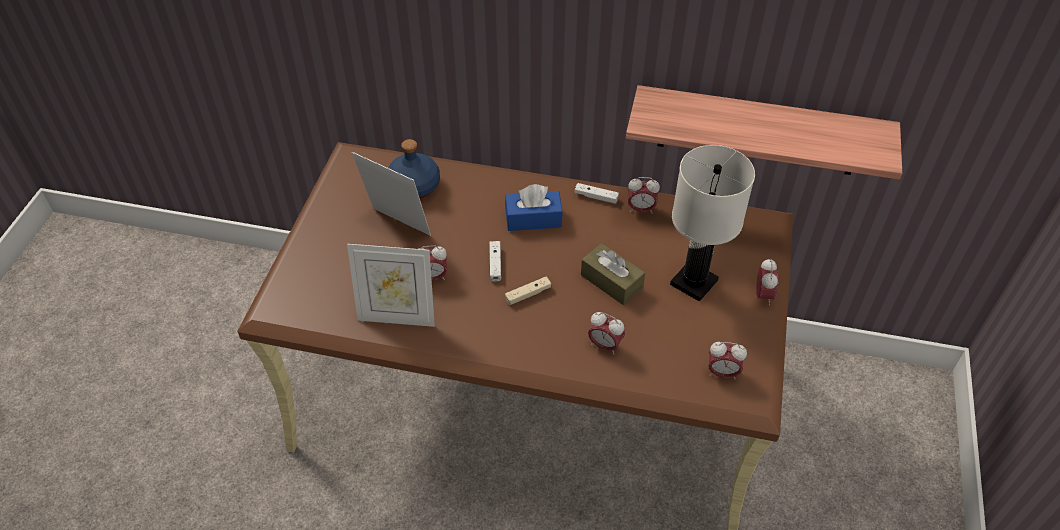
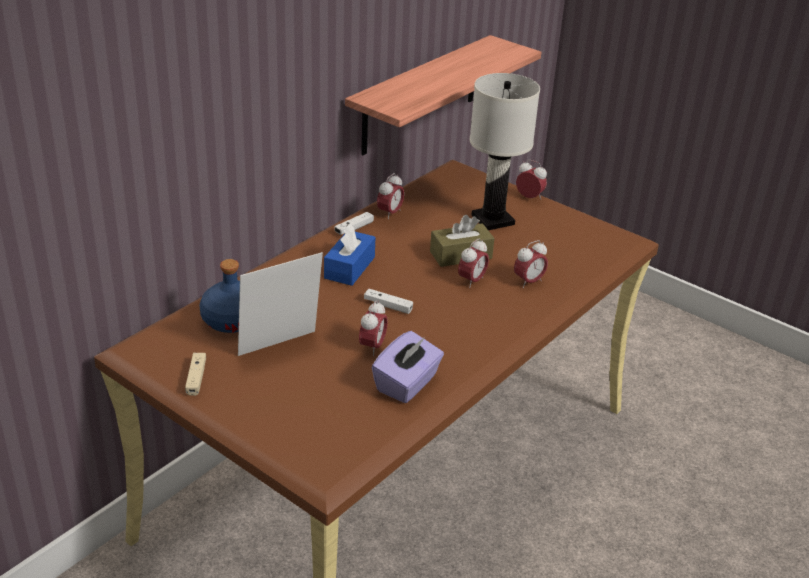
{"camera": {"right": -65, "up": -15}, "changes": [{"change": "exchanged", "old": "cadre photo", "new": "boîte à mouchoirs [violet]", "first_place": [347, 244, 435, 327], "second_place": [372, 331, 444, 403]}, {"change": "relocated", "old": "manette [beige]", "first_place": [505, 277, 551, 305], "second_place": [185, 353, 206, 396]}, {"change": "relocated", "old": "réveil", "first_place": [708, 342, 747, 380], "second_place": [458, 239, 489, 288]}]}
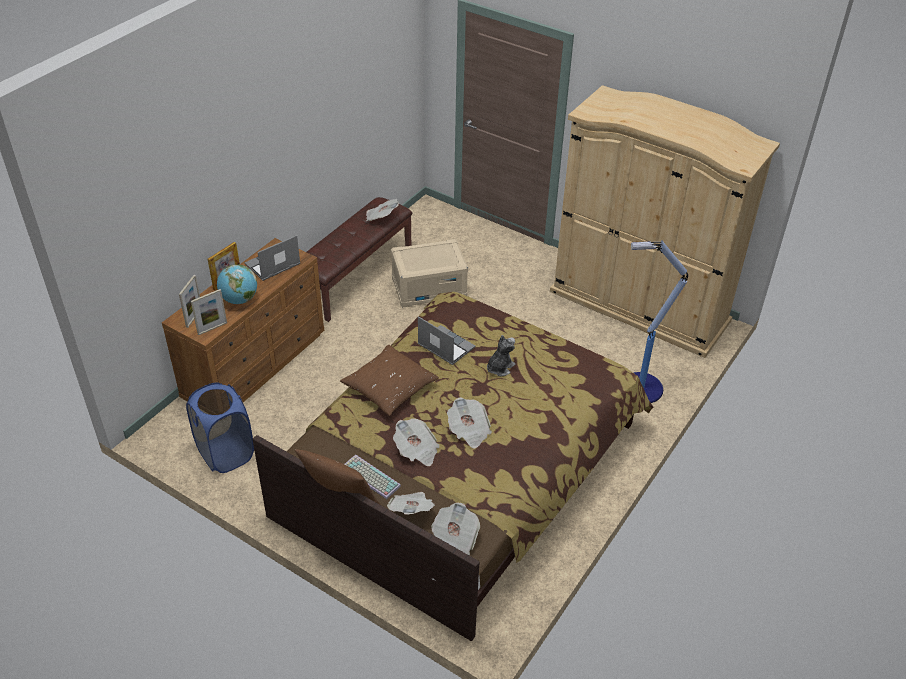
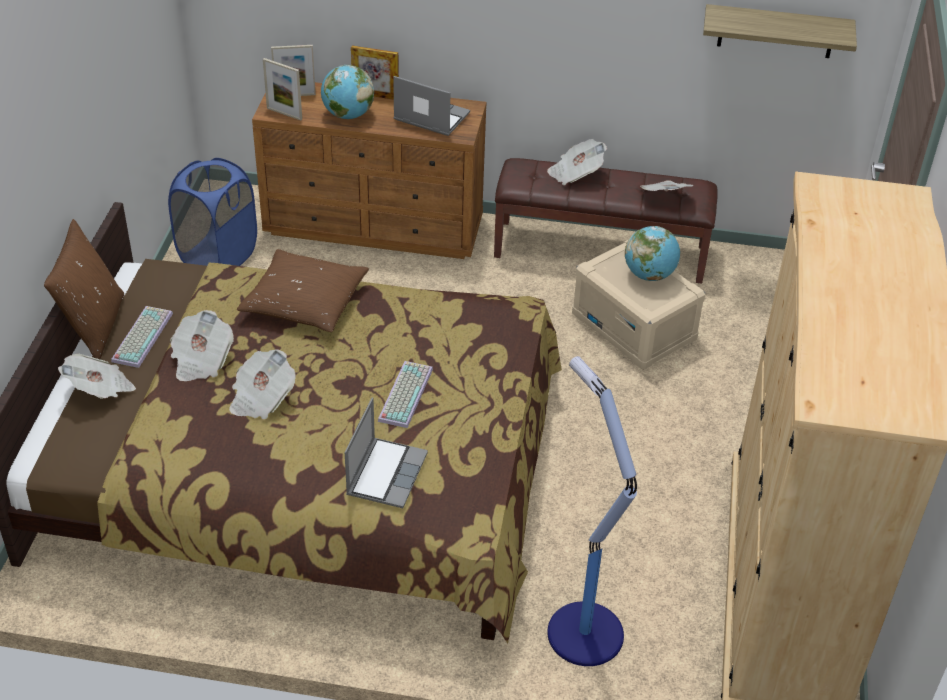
{"camera": {"right": 65, "up": 0}, "changes": [{"change": "relocated", "old": "ordinateur portable", "first_place": [418, 316, 475, 365], "second_place": [345, 397, 428, 508]}, {"change": "relocated", "old": "journal", "first_place": [431, 503, 480, 556], "second_place": [547, 139, 607, 185]}, {"change": "exchanged", "old": "peluche", "new": "clavier", "first_place": [487, 335, 515, 376], "second_place": [378, 361, 433, 428]}, {"change": "appeared", "new": "globe", "second_place": [625, 226, 680, 281]}, {"change": "appeared", "new": "étagère", "second_place": [703, 4, 857, 58]}]}
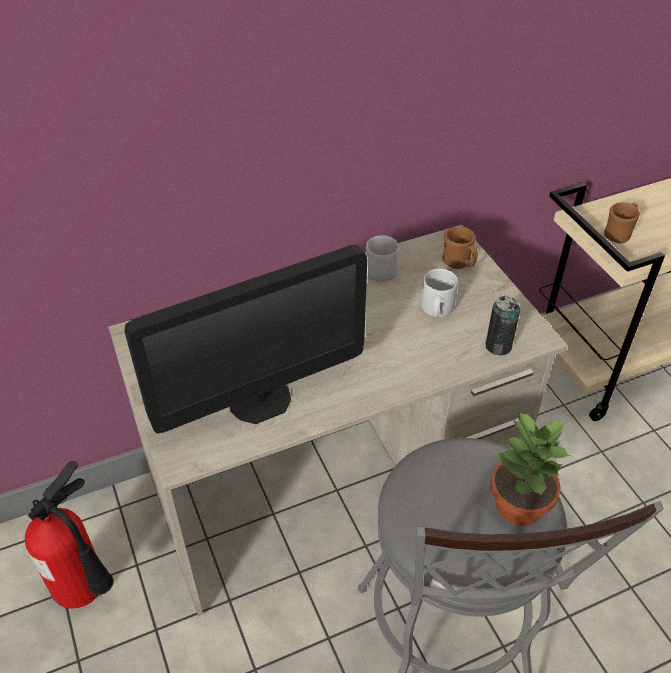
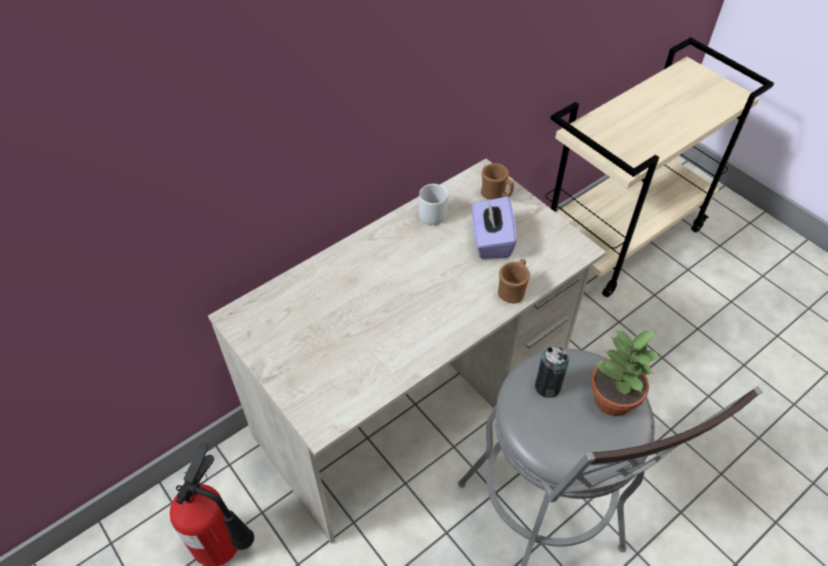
{"camera": {"right": -15, "up": 5}, "changes": [{"change": "missing", "old": "écran d'ordinateur", "first_place": [124, 245, 367, 434]}, {"change": "exchanged", "old": "mug [gris]", "new": "boîte à mouchoirs [violet]", "first_place": [421, 269, 458, 317], "second_place": [472, 197, 516, 258]}, {"change": "relocated", "old": "boîte métallique", "first_place": [486, 296, 520, 356], "second_place": [535, 346, 569, 398]}, {"change": "relocated", "old": "mug [marron]", "first_place": [604, 202, 640, 243], "second_place": [498, 259, 530, 304]}]}
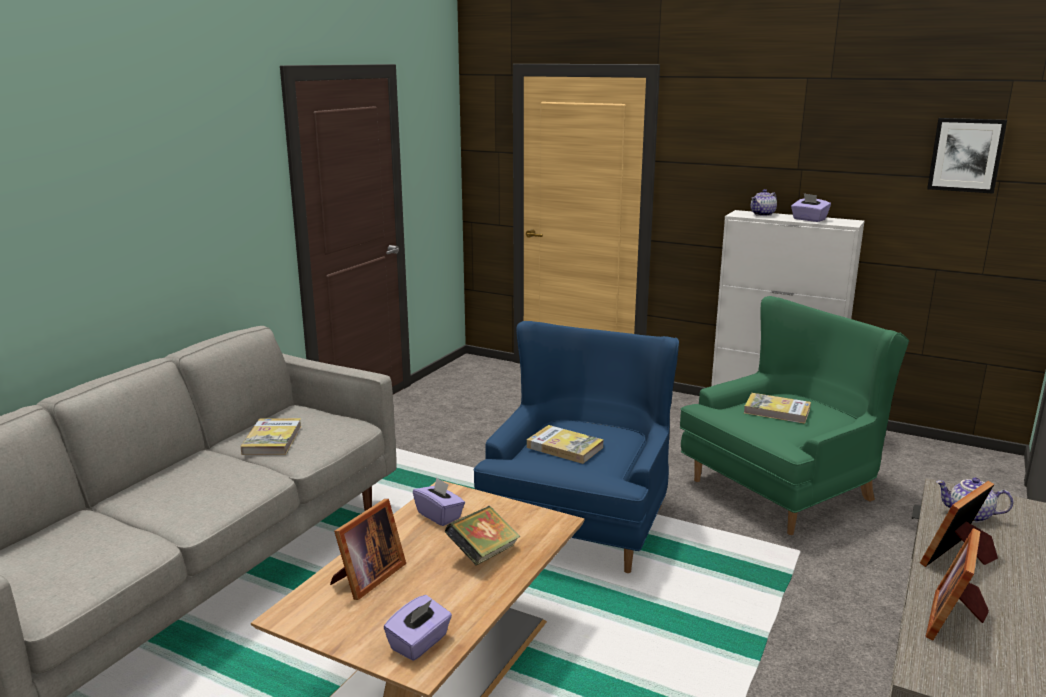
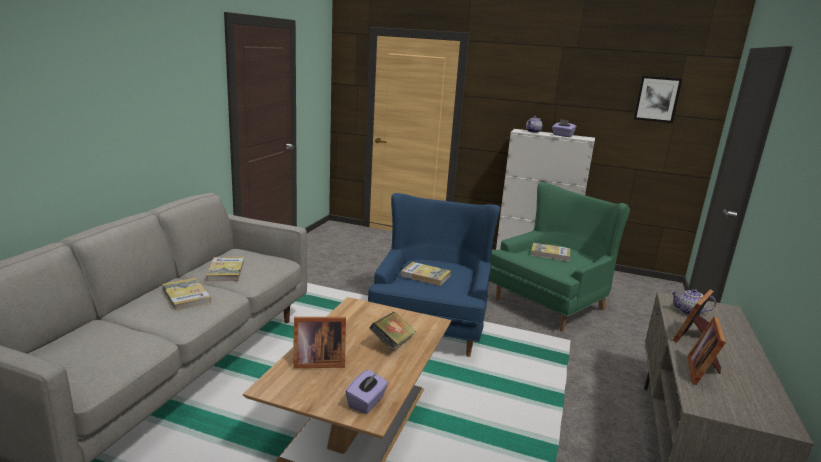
{"camera": {"right": -10, "up": 0}, "changes": [{"change": "spun", "old": "cadre photo", "first_place": [330, 499, 406, 600], "second_place": [293, 317, 346, 368], "degrees": 60}, {"change": "missing", "old": "boîte à mouchoirs [violet]", "first_place": [413, 477, 465, 526]}, {"change": "appeared", "new": "livre", "second_place": [162, 278, 211, 311]}]}
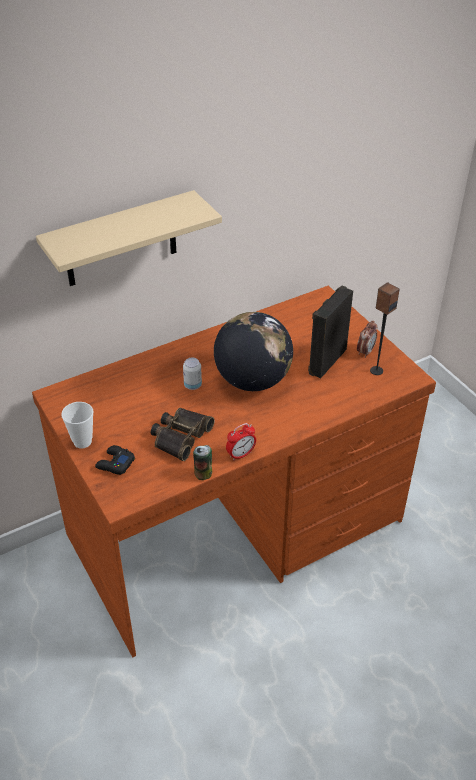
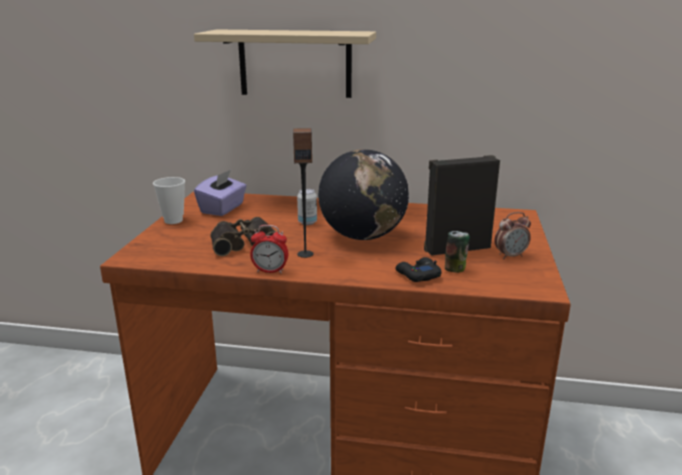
{"camera": {"right": 40, "up": -20}, "changes": [{"change": "relocated", "old": "manette [noir]", "first_place": [95, 445, 135, 475], "second_place": [395, 257, 442, 282]}, {"change": "relocated", "old": "boîte métallique", "first_place": [193, 445, 212, 480], "second_place": [445, 231, 470, 273]}, {"change": "relocated", "old": "enceinte", "first_place": [370, 282, 400, 375], "second_place": [293, 128, 314, 258]}, {"change": "appeared", "new": "boîte à mouchoirs [violet]", "second_place": [194, 170, 247, 216]}]}
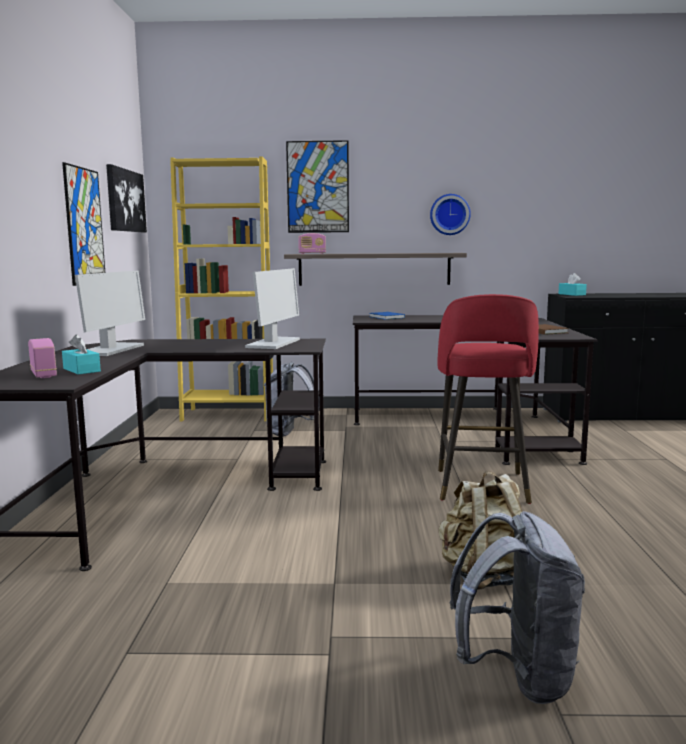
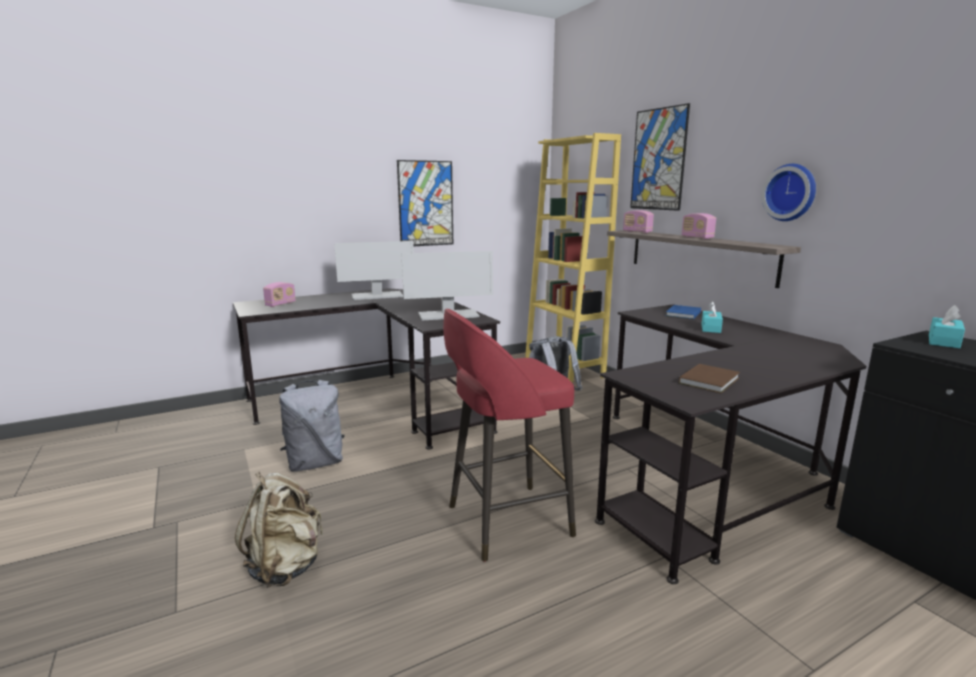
{"camera": {"right": 60, "up": 5}, "changes": [{"change": "relocated", "old": "boîte à mouchoirs [turquoise]", "first_place": [62, 334, 101, 375], "second_place": [702, 301, 723, 333]}, {"change": "missing", "old": "tableau", "first_place": [106, 164, 147, 232]}, {"change": "relocated", "old": "sac à dos [gris]", "first_place": [450, 511, 585, 704], "second_place": [279, 380, 345, 472]}, {"change": "appeared", "new": "radio", "second_place": [682, 213, 716, 239]}]}
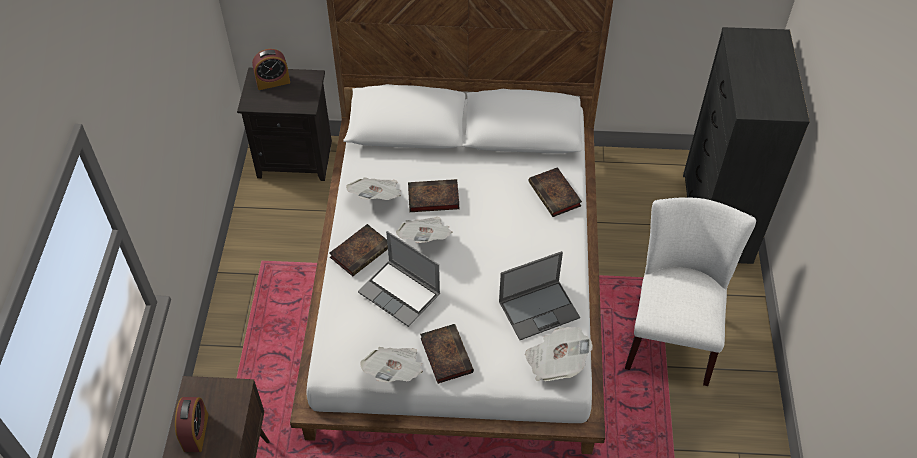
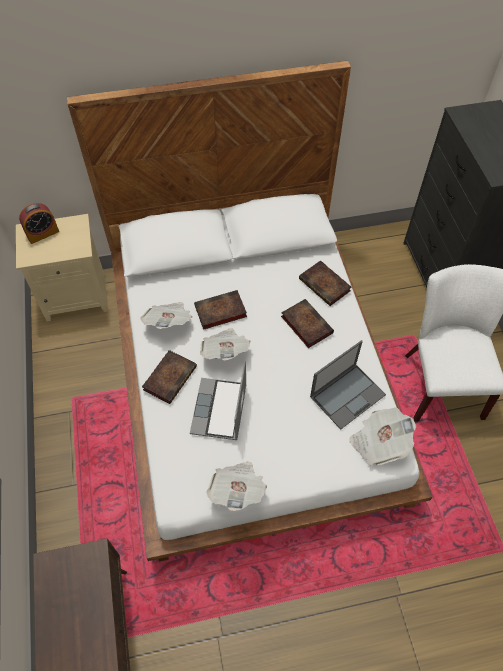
{"camera": {"right": -15, "up": 5}, "changes": [{"change": "missing", "old": "réveil", "first_place": [175, 397, 209, 452]}, {"change": "colour", "old": "table de chevet [noir]", "new": "table de chevet [beige]", "first_place": [237, 68, 332, 181], "second_place": [16, 214, 108, 322]}, {"change": "spun", "old": "ordinateur portable", "first_place": [358, 231, 440, 327], "second_place": [190, 360, 246, 440], "degrees": 75}, {"change": "relocated", "old": "livre", "first_place": [420, 324, 474, 384], "second_place": [281, 299, 334, 348]}]}
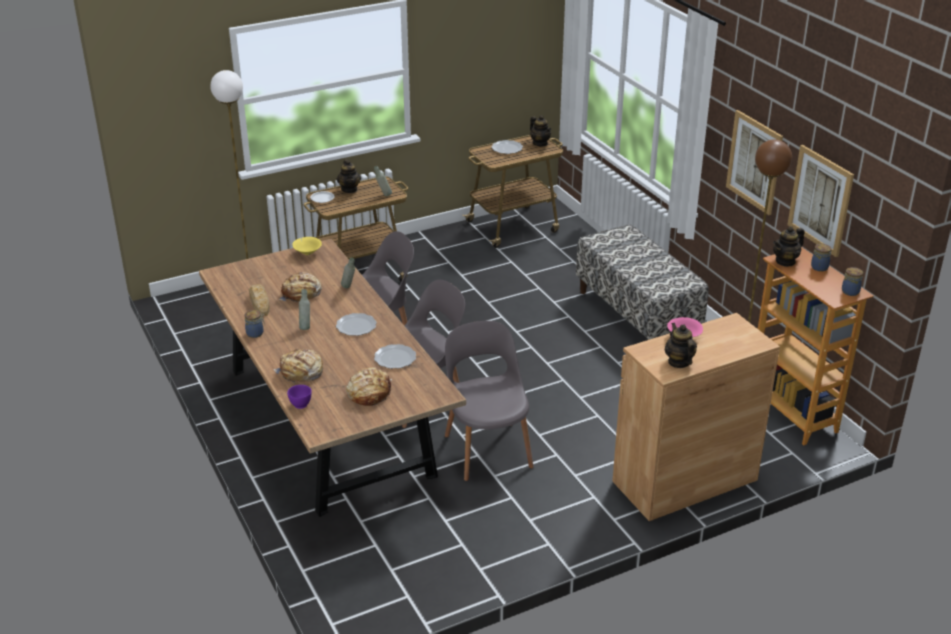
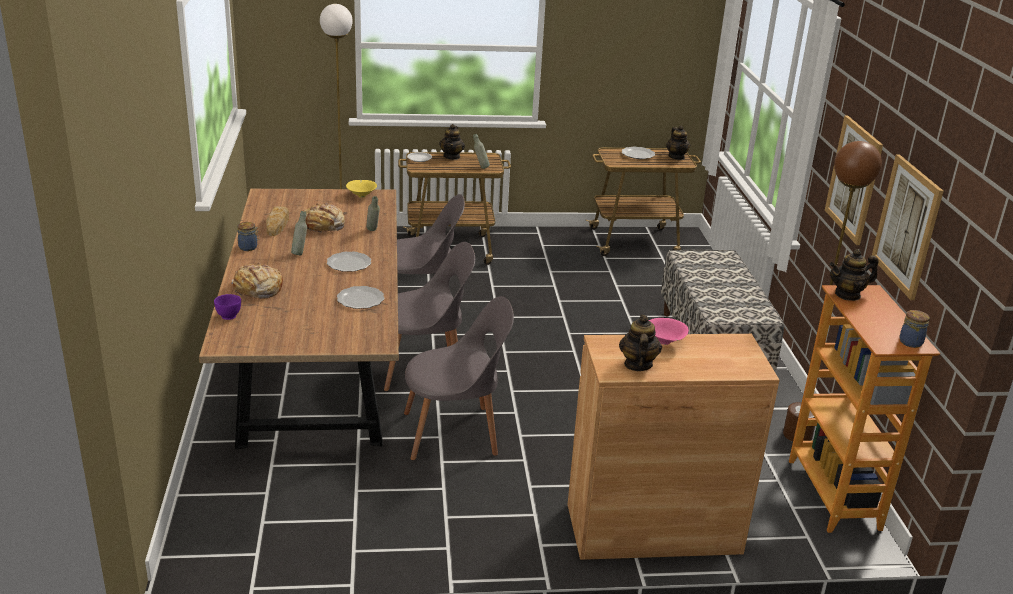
{"camera": {"right": 20, "up": -5}, "changes": [{"change": "missing", "old": "pain", "first_place": [346, 367, 392, 406]}, {"change": "spun", "old": "chaise [gris]", "first_place": [445, 321, 533, 481], "second_place": [404, 296, 514, 460], "degrees": 75}, {"change": "missing", "old": "bocal", "first_place": [811, 244, 832, 271]}]}
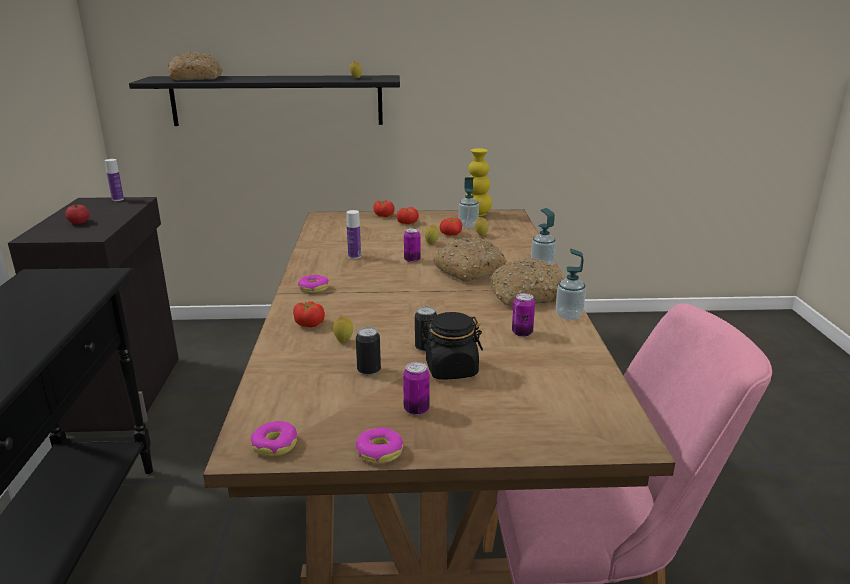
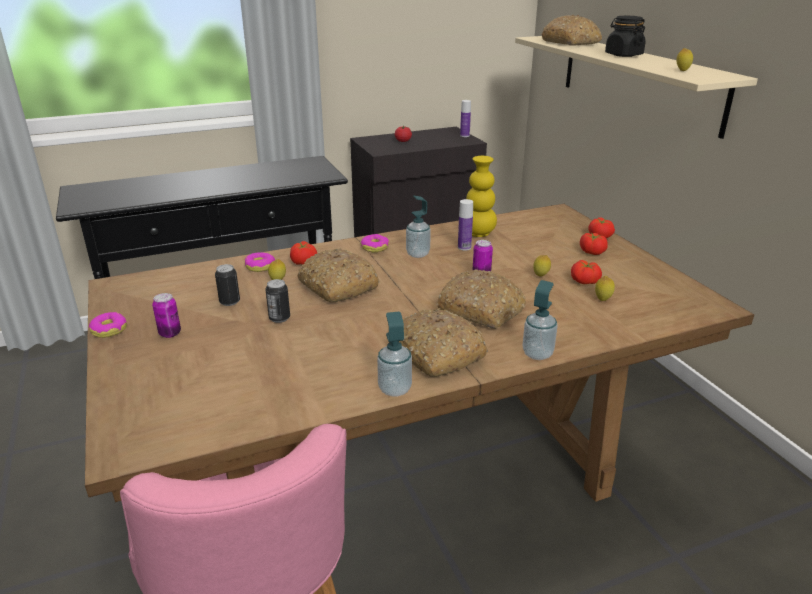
{"camera": {"right": 70, "up": 5}, "changes": [{"change": "colour", "old": "étagère [noir]", "new": "étagère [beige]", "first_place": [129, 75, 400, 126], "second_place": [515, 36, 758, 139]}, {"change": "relocated", "old": "beignet", "first_place": [250, 421, 297, 456], "second_place": [245, 252, 275, 272]}, {"change": "relocated", "old": "bocal [noir]", "first_place": [420, 312, 483, 379], "second_place": [605, 16, 646, 57]}, {"change": "relocated", "old": "distributeur de savon", "first_place": [459, 177, 479, 228], "second_place": [406, 196, 431, 258]}, {"change": "relocated", "old": "vase [jaune]", "first_place": [464, 148, 492, 216], "second_place": [466, 156, 497, 237]}, {"change": "missing", "old": "boîte métallique", "first_place": [512, 293, 535, 337]}, {"change": "appeared", "new": "pain", "second_place": [297, 249, 380, 302]}]}
